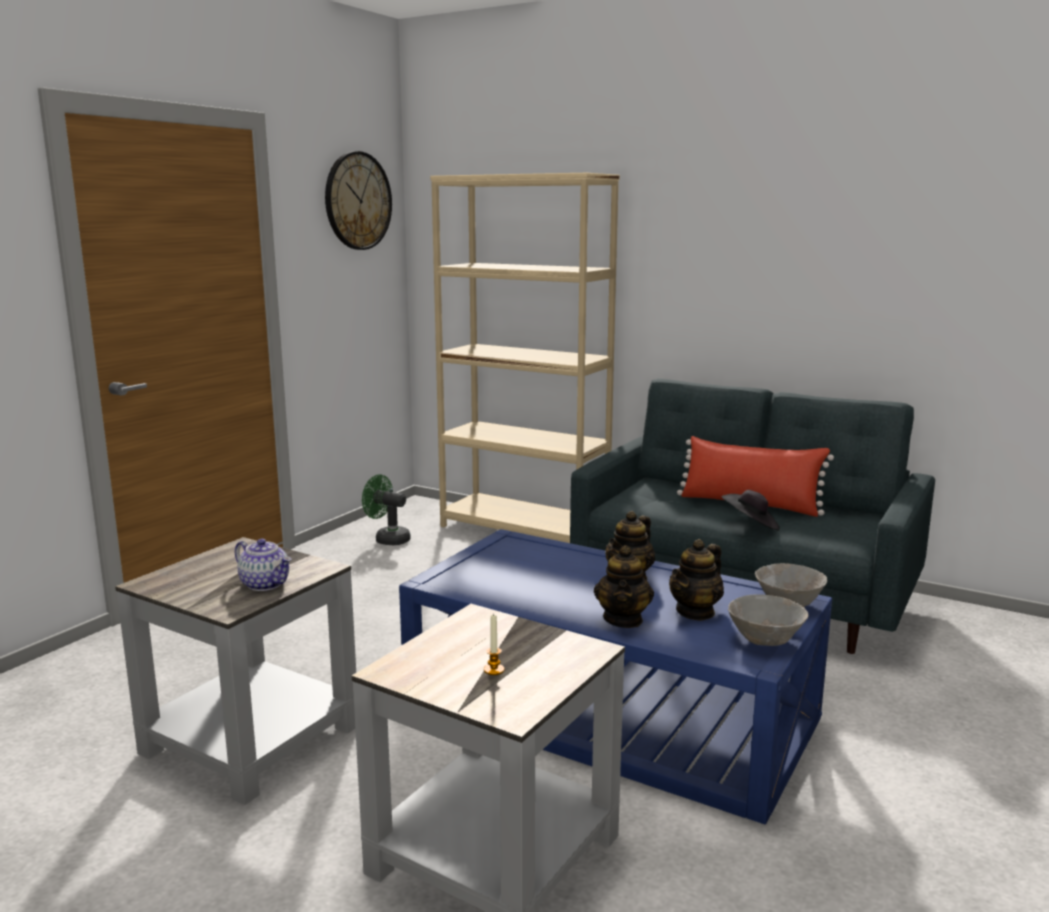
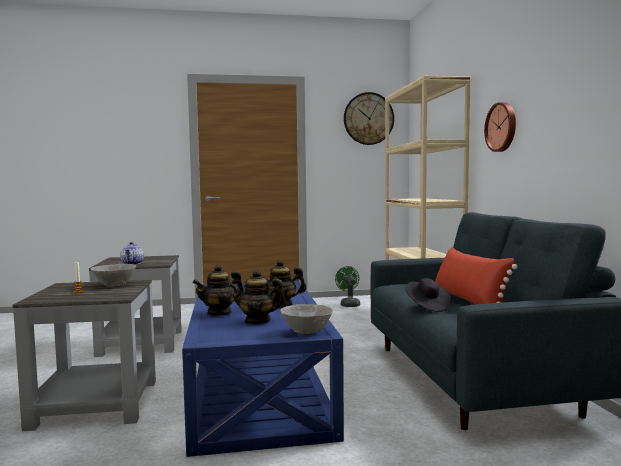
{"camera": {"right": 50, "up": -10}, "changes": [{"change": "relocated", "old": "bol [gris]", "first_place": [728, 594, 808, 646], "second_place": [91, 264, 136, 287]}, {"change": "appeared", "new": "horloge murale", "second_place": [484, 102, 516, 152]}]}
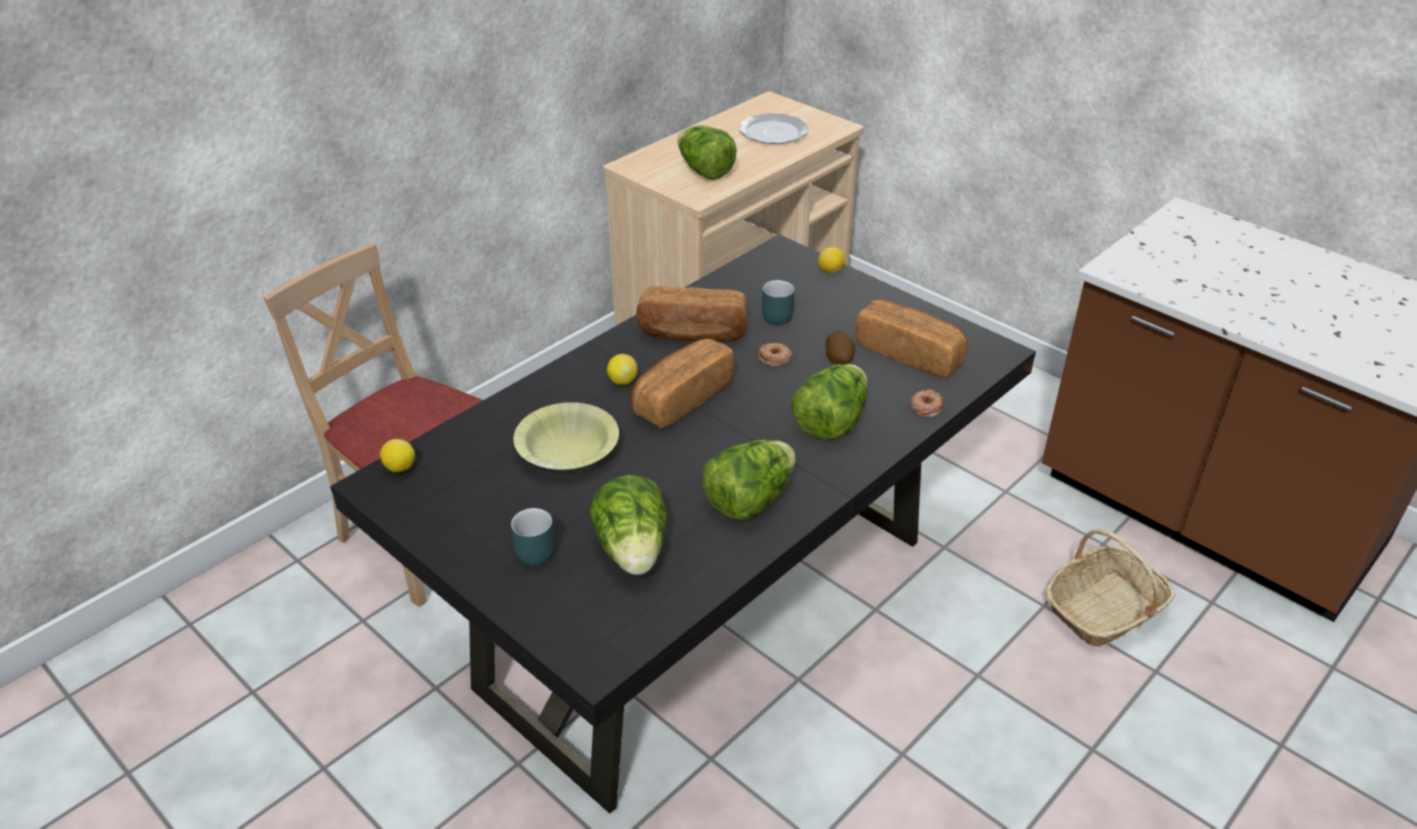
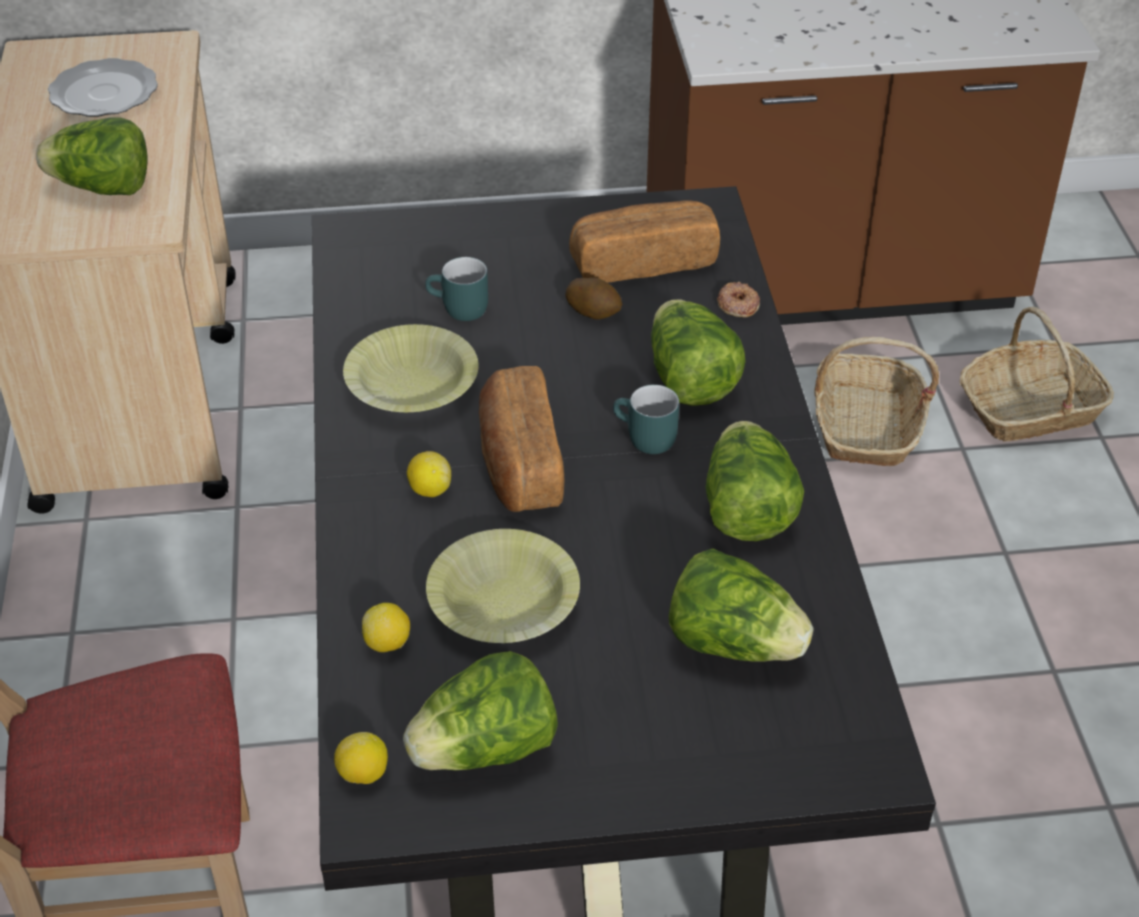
{"camera": {"right": -50, "up": 5}, "changes": [{"change": "relocated", "old": "mug [turquoise]", "first_place": [511, 508, 555, 566], "second_place": [613, 385, 679, 454]}, {"change": "exchanged", "old": "pain", "new": "bol [jaune]", "first_place": [636, 286, 747, 342], "second_place": [343, 324, 479, 412]}, {"change": "missing", "old": "beignet", "first_place": [758, 343, 792, 366]}, {"change": "relocated", "old": "citron", "first_place": [818, 247, 845, 273], "second_place": [362, 603, 410, 652]}, {"change": "appeared", "new": "laitue", "second_place": [403, 651, 558, 770]}, {"change": "appeared", "new": "panier", "second_place": [960, 307, 1114, 442]}]}
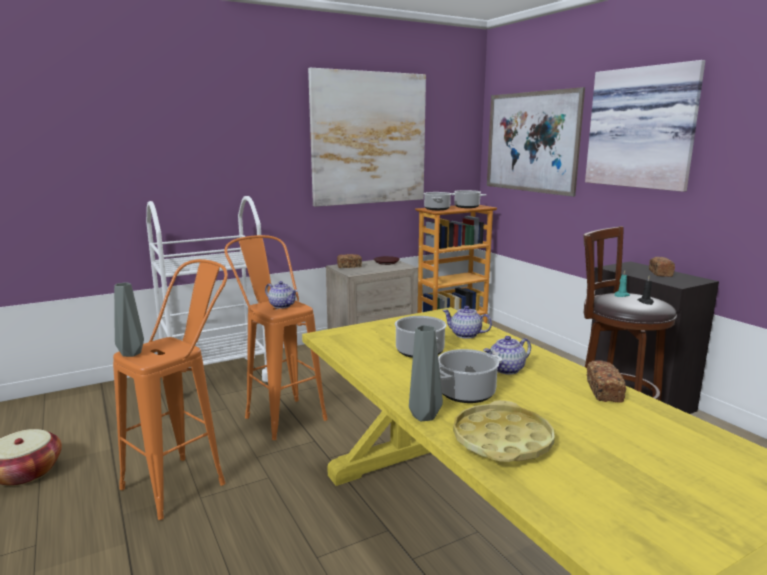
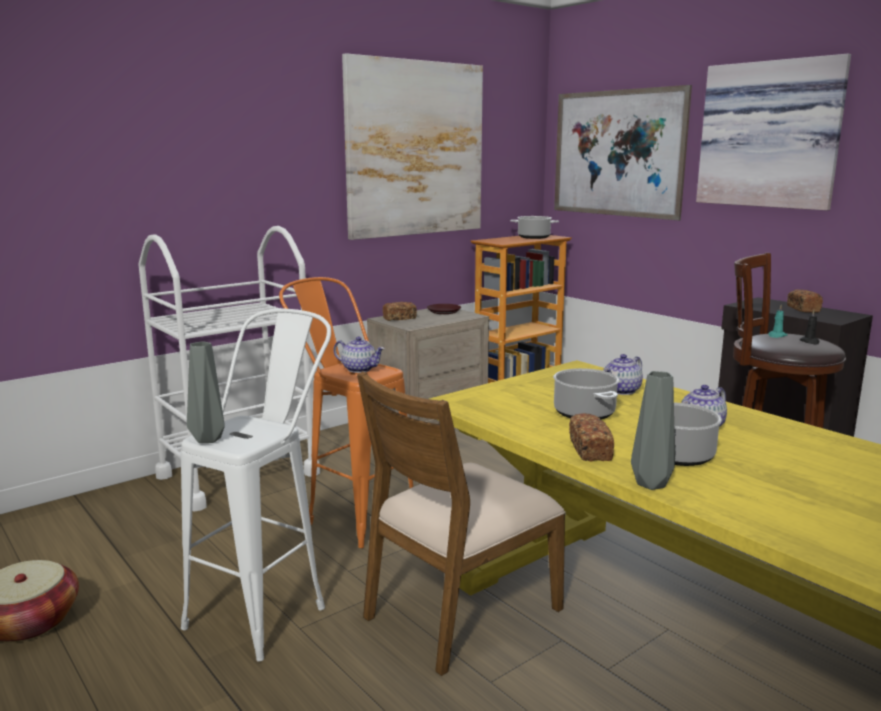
{"camera": {"right": -10, "up": 0}, "changes": [{"change": "colour", "old": "tabouret [orange]", "new": "tabouret [blanc]", "first_place": [113, 259, 228, 520], "second_place": [181, 308, 331, 662]}, {"change": "missing", "old": "marmite", "first_place": [424, 192, 451, 210]}, {"change": "spun", "old": "théière", "first_place": [442, 306, 492, 339], "second_place": [603, 354, 643, 395], "degrees": -60}, {"change": "missing", "old": "plateau [jaune]", "first_place": [453, 400, 555, 462]}, {"change": "relocated", "old": "pain", "first_place": [587, 360, 626, 403], "second_place": [569, 413, 615, 461]}, {"change": "appeared", "new": "chaise [marron]", "second_place": [357, 371, 566, 676]}]}
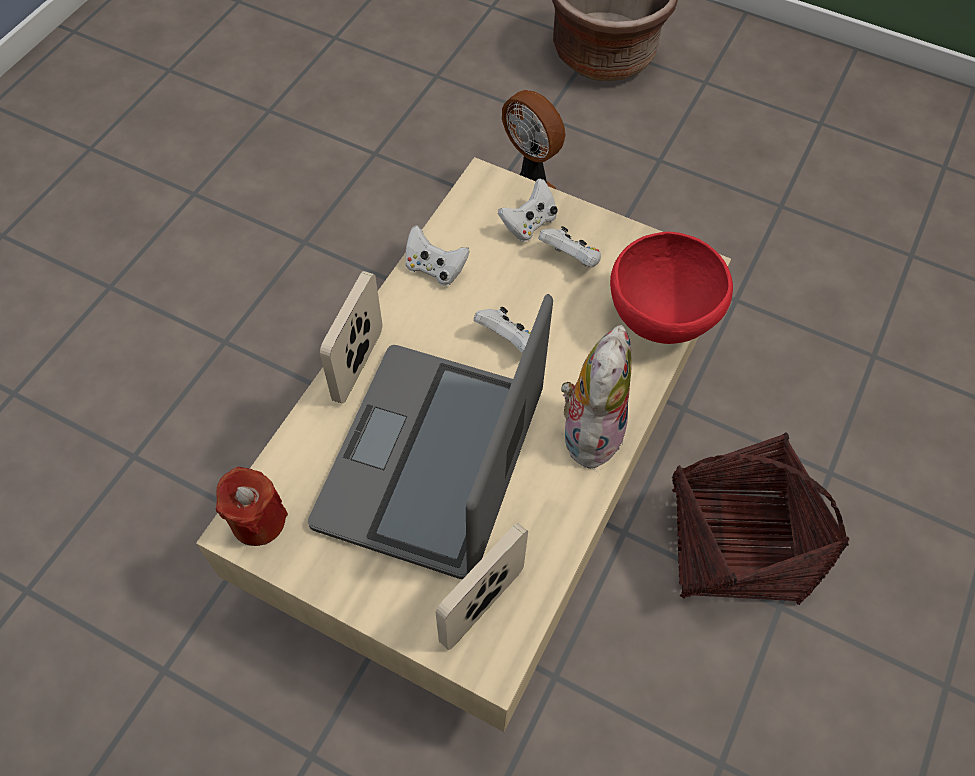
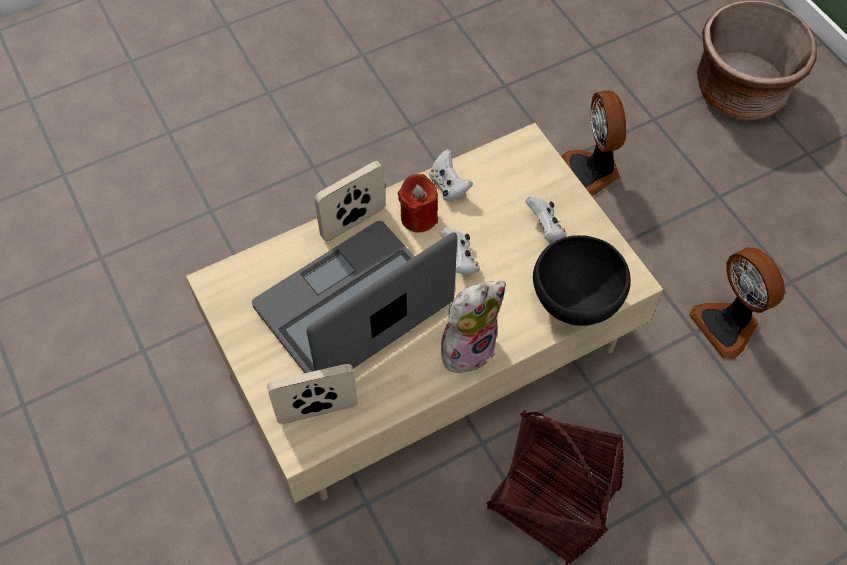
{"camera": {"right": 35, "up": 0}, "changes": [{"change": "relocated", "old": "bougie [rouge]", "first_place": [216, 466, 288, 546], "second_place": [398, 174, 438, 232]}, {"change": "missing", "old": "manette [blanc]", "first_place": [498, 178, 558, 241]}, {"change": "colour", "old": "bol [rouge]", "new": "bol [noir]", "first_place": [610, 232, 733, 344], "second_place": [533, 235, 631, 326]}, {"change": "appeared", "new": "ventilateur", "second_place": [689, 247, 785, 359]}]}
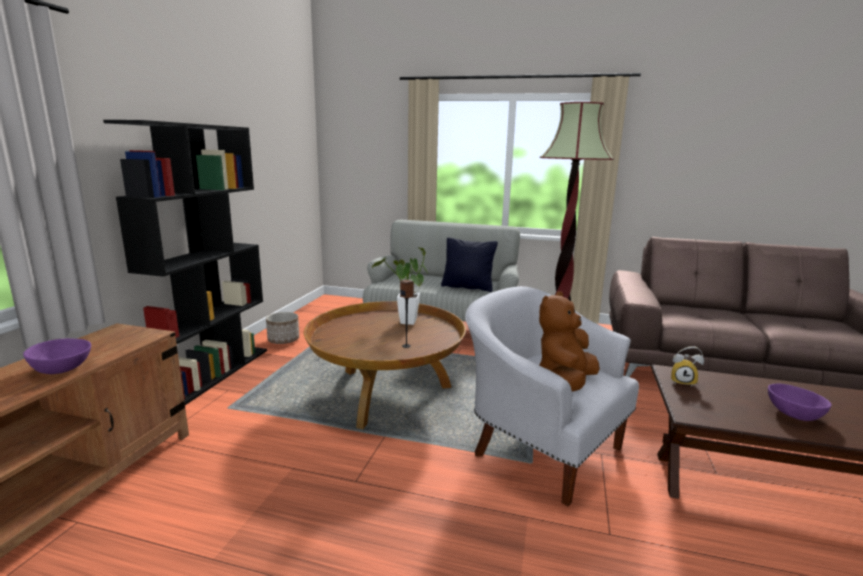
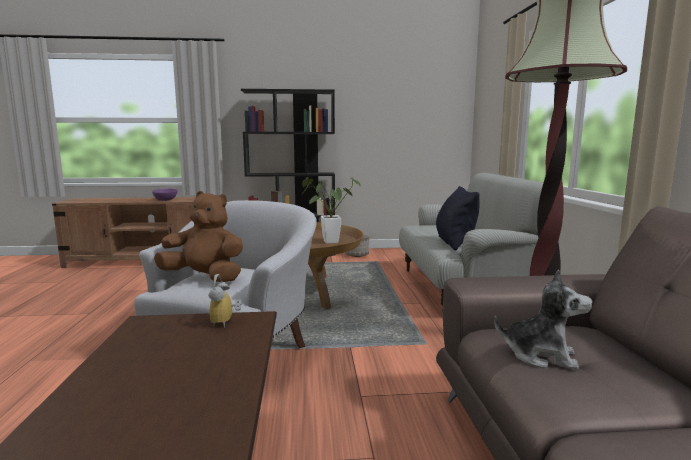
{"camera": {"right": 70, "up": -5}, "changes": [{"change": "missing", "old": "bol [violet]", "first_place": [768, 383, 831, 421]}, {"change": "appeared", "new": "peluche", "second_place": [494, 269, 593, 370]}]}
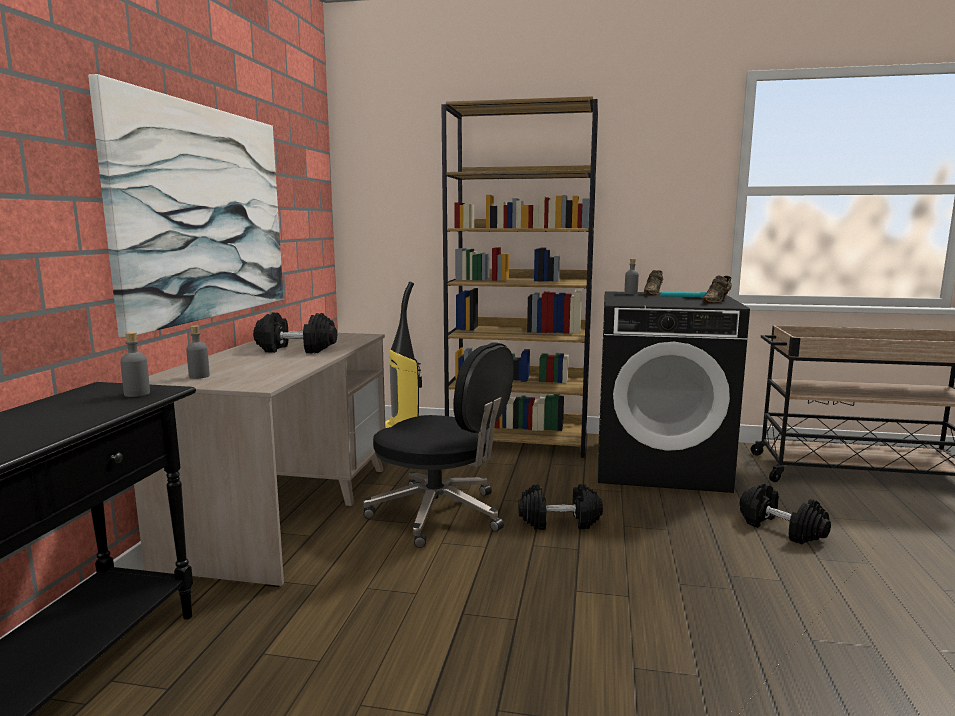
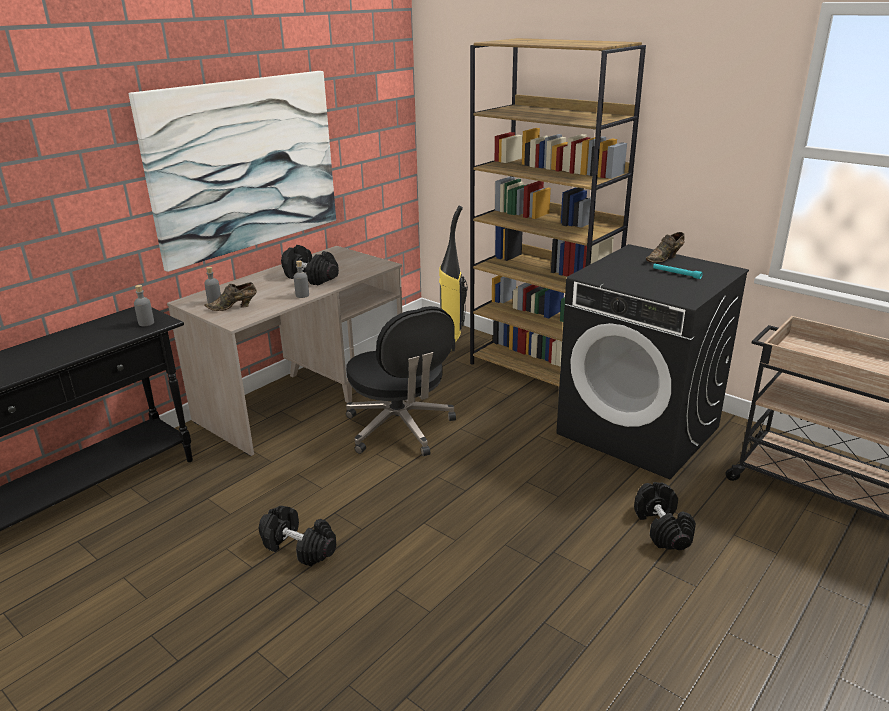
{"camera": {"right": 30, "up": 15}, "changes": [{"change": "relocated", "old": "haltère [noir]", "first_place": [518, 484, 603, 530], "second_place": [259, 506, 336, 566]}, {"change": "relocated", "old": "bouteille [gris]", "first_place": [624, 259, 639, 294], "second_place": [294, 260, 309, 298]}, {"change": "relocated", "old": "chaussure [marron]", "first_place": [702, 276, 732, 303], "second_place": [204, 282, 257, 311]}]}
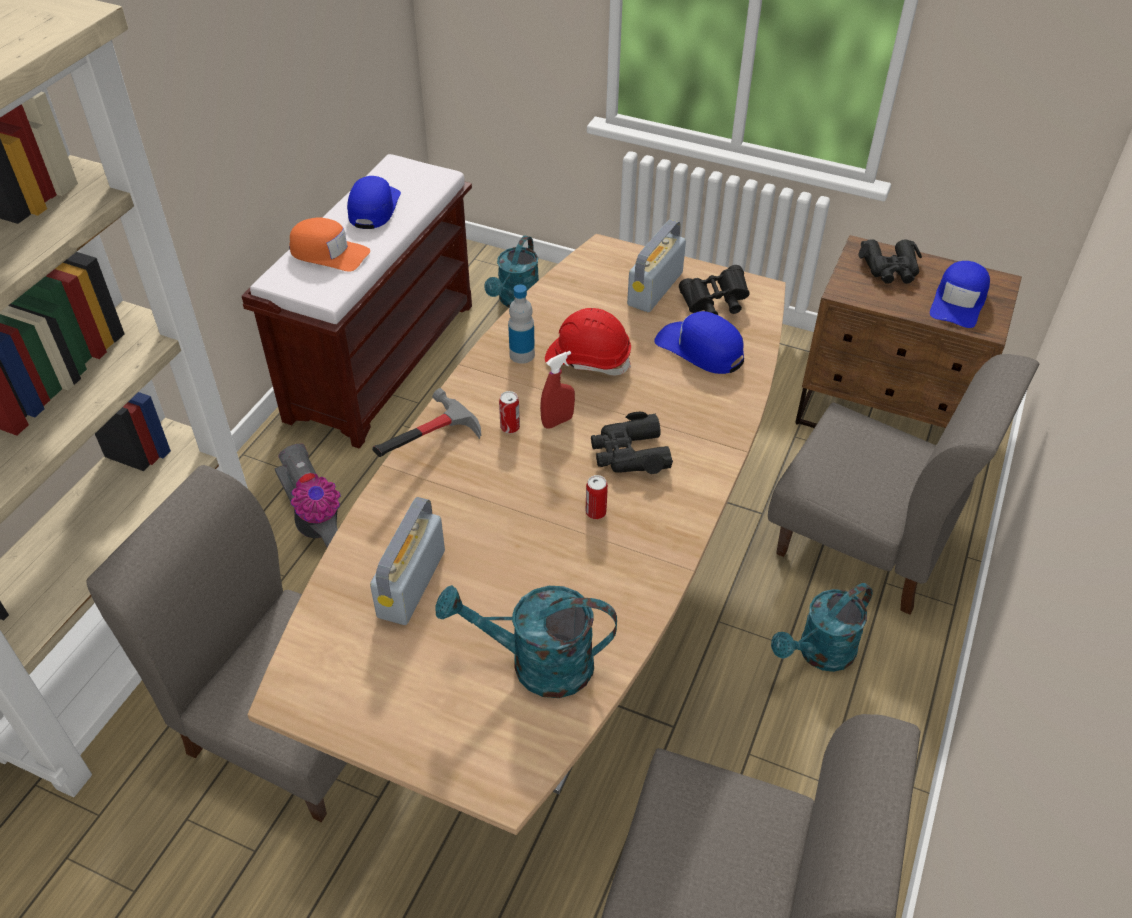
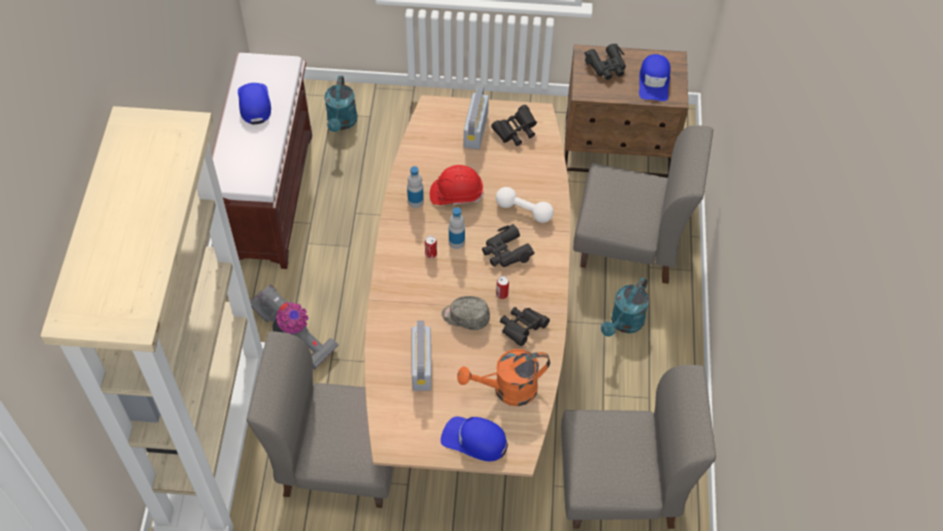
{"camera": {"right": -20, "up": 10}, "changes": [{"change": "missing", "old": "casquette [orange]", "first_place": [289, 217, 370, 272]}, {"change": "missing", "old": "marteau", "first_place": [372, 388, 481, 457]}, {"change": "colour", "old": "arrosoir [turquoise]", "new": "arrosoir [orange]", "first_place": [435, 585, 617, 698], "second_place": [457, 349, 550, 406]}, {"change": "exchanged", "old": "vaporisateur [rouge]", "new": "bouteille", "first_place": [540, 351, 575, 429], "second_place": [449, 207, 465, 249]}, {"change": "relocated", "old": "casquette [bleu]", "first_place": [654, 311, 744, 374], "second_place": [441, 417, 508, 462]}, {"change": "appeared", "new": "casquette [gris]", "second_place": [442, 296, 490, 330]}, {"change": "appeared", "new": "haltère [blanc]", "second_place": [496, 187, 554, 223]}, {"change": "appeared", "new": "jumelles [noir]", "second_place": [500, 307, 550, 346]}]}
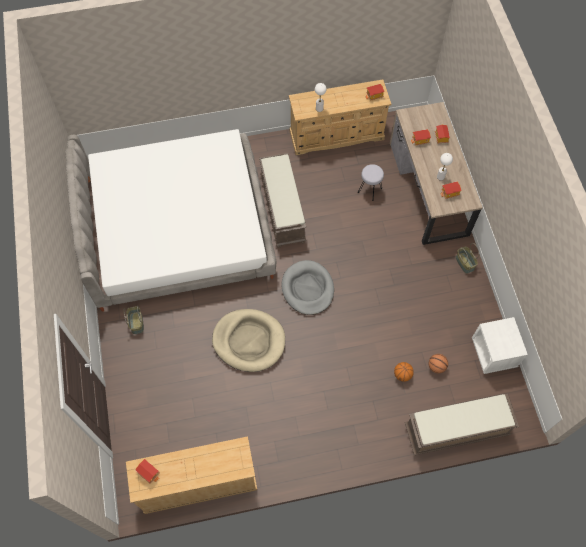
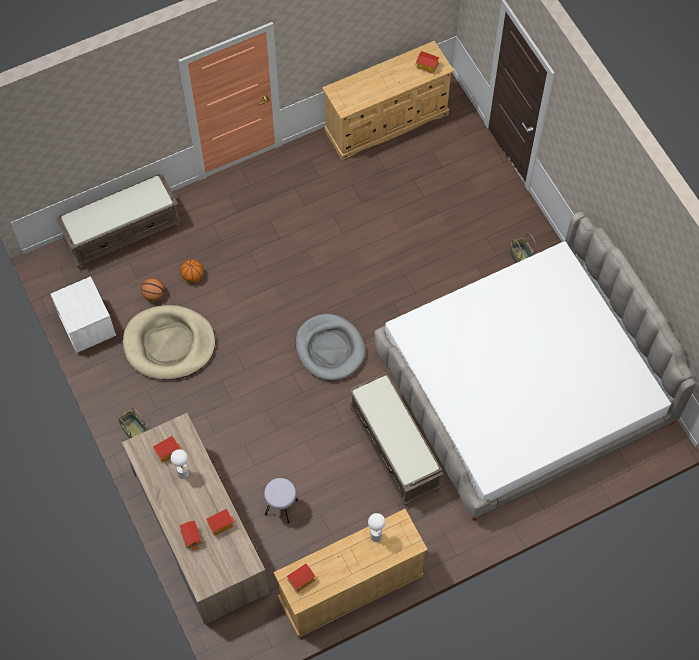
{"camera": {"right": 165, "up": 0}, "changes": [{"change": "relocated", "old": "panier pour chien [beige]", "first_place": [212, 309, 285, 372], "second_place": [123, 305, 215, 380]}]}
